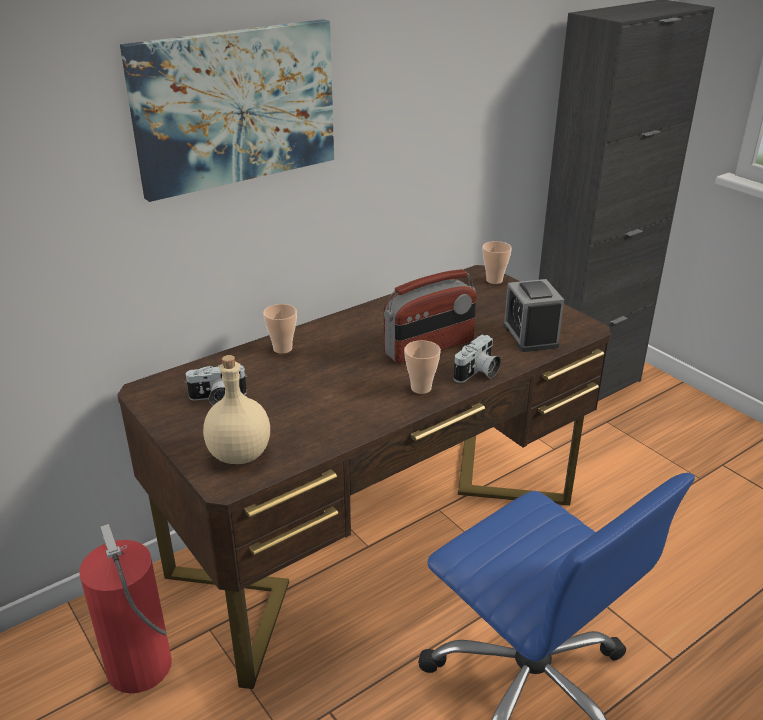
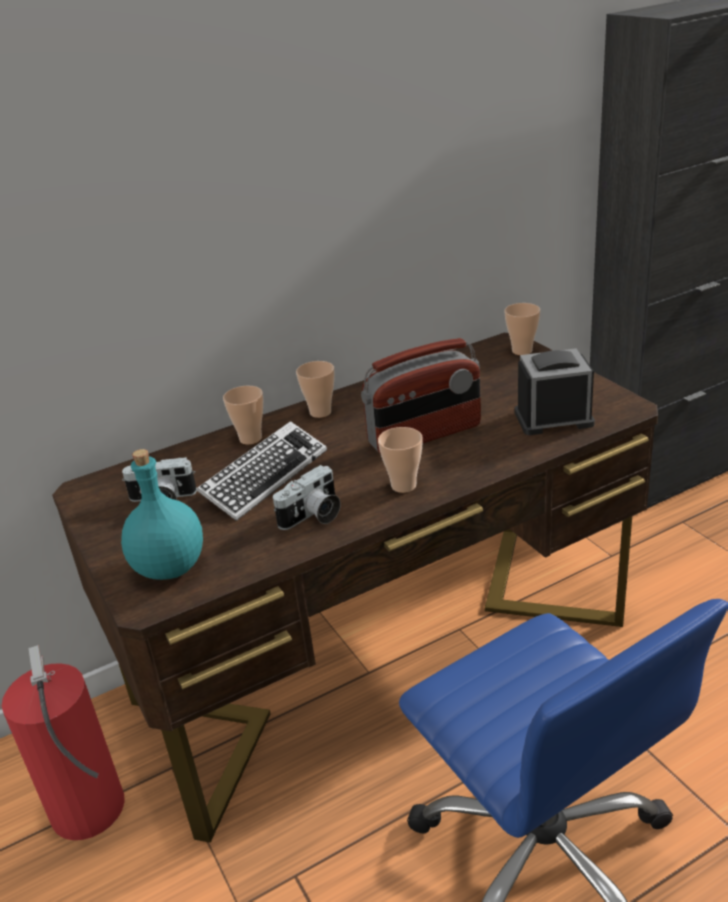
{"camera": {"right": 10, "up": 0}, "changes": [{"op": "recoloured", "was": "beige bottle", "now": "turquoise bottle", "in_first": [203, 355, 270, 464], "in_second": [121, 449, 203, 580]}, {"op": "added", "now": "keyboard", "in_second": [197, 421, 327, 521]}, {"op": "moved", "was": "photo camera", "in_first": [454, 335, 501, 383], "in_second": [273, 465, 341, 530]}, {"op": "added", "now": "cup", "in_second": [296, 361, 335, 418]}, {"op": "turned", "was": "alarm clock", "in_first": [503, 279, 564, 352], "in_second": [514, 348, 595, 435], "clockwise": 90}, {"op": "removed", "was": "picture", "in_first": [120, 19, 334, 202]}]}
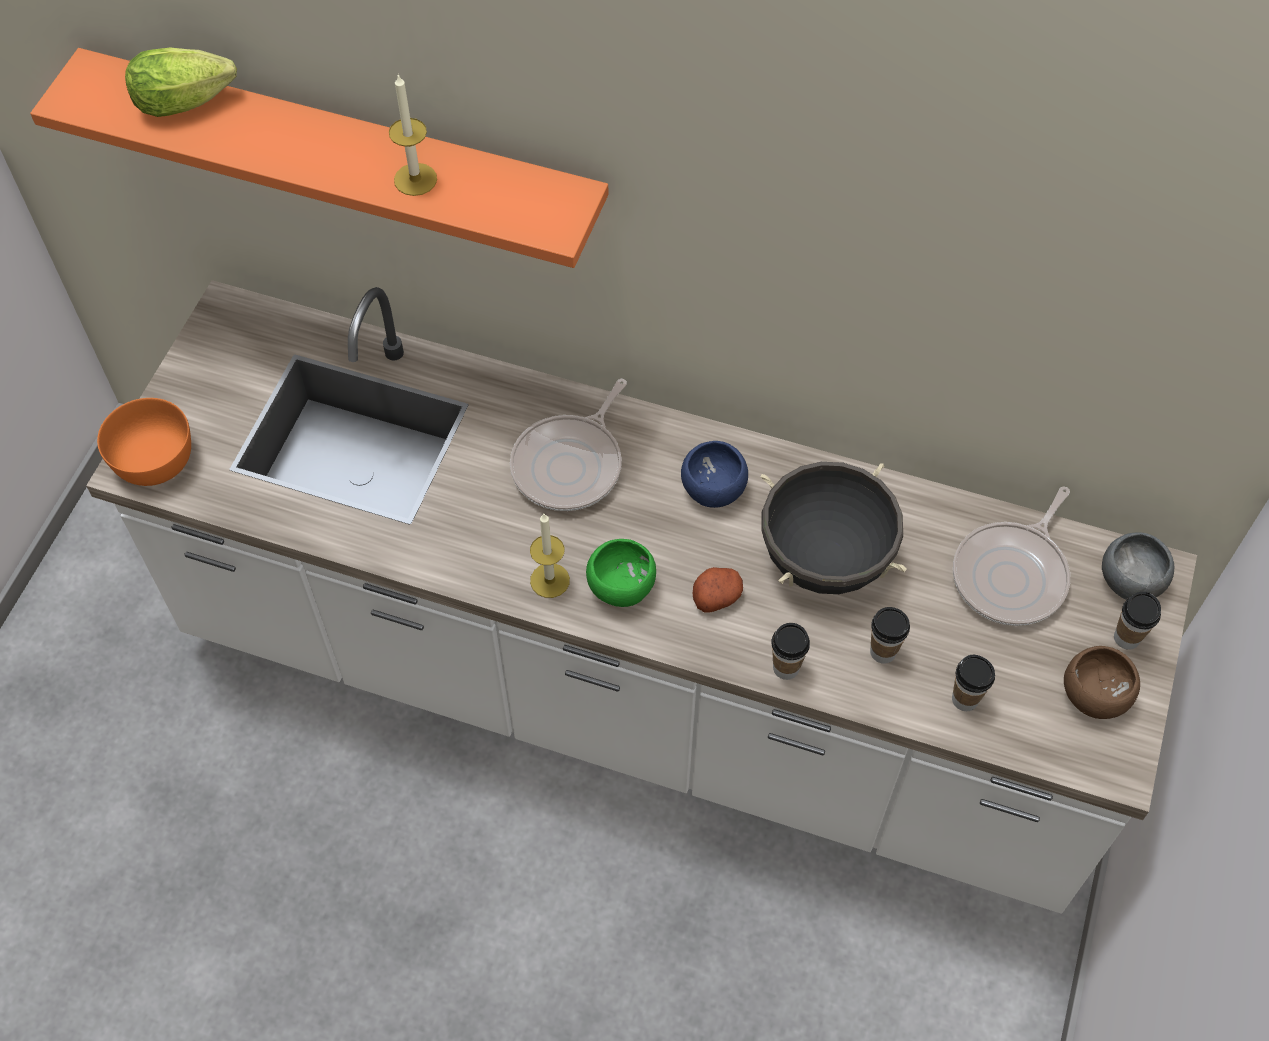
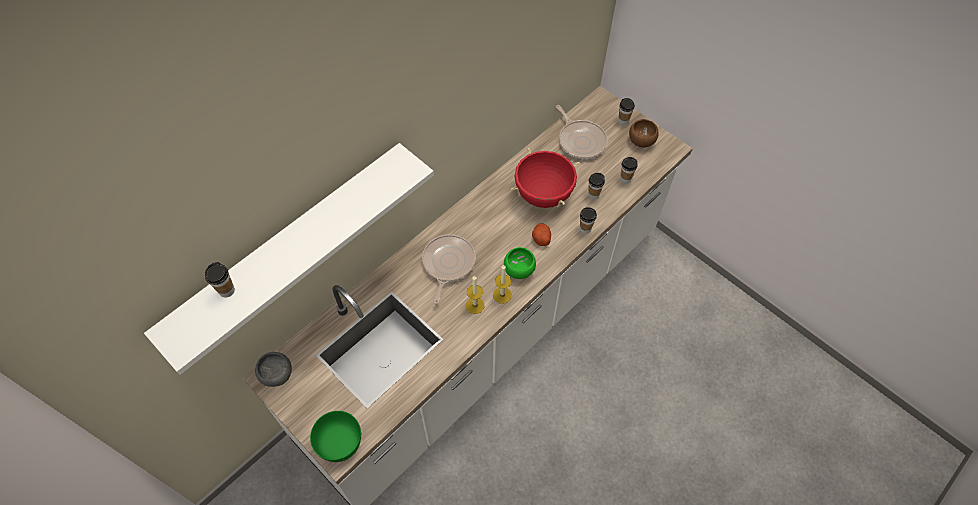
{"camera": {"right": -65, "up": 0}, "changes": [{"op": "recoloured", "was": "orange shelf", "now": "white shelf", "in_first": [30, 48, 608, 268], "in_second": [144, 143, 434, 375]}, {"op": "replaced", "was": "lettuce", "now": "cup", "in_first": [125, 47, 237, 117], "in_second": [205, 262, 235, 298]}, {"op": "moved", "was": "grey bowl", "in_first": [1102, 532, 1174, 600], "in_second": [255, 352, 292, 387]}, {"op": "recoloured", "was": "orange bowl", "now": "green bowl", "in_first": [97, 398, 191, 486], "in_second": [310, 411, 361, 462]}, {"op": "turned", "was": "frying pan", "in_first": [510, 379, 627, 511], "in_second": [422, 234, 476, 304], "clockwise": -135}, {"op": "moved", "was": "candle", "in_first": [389, 74, 437, 196], "in_second": [466, 275, 485, 314]}, {"op": "recoloured", "was": "black cooking pot", "now": "red cooking pot", "in_first": [760, 462, 907, 594], "in_second": [511, 148, 580, 208]}, {"op": "removed", "was": "blue bowl", "in_first": [681, 441, 748, 508]}]}
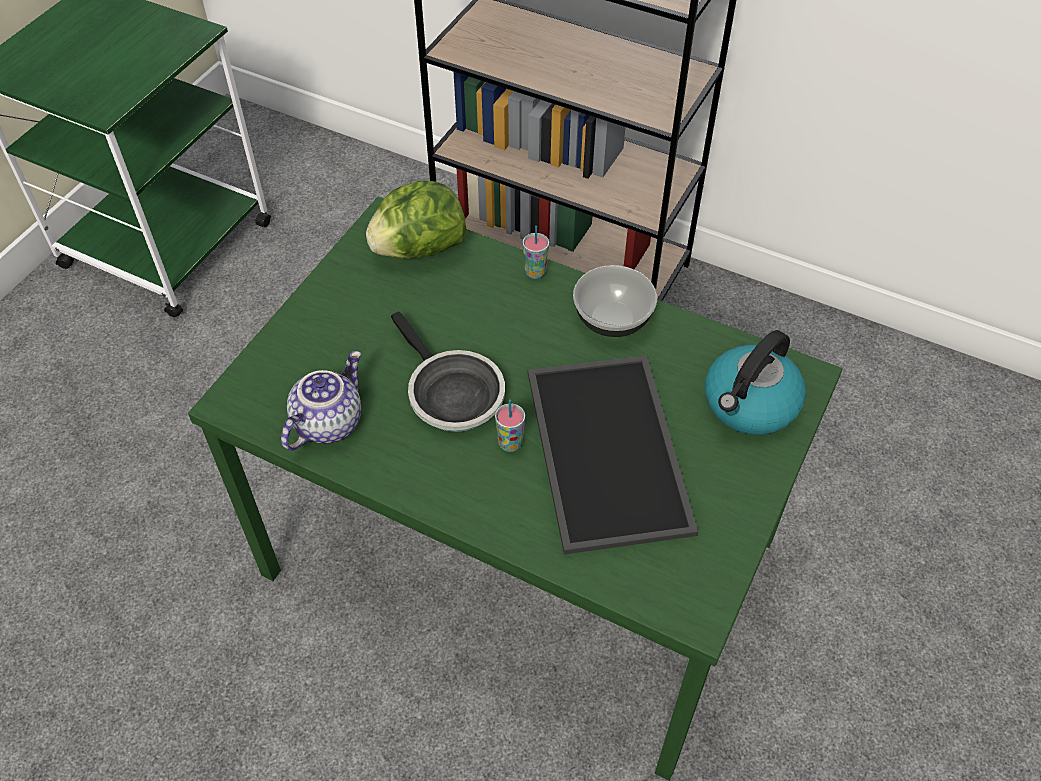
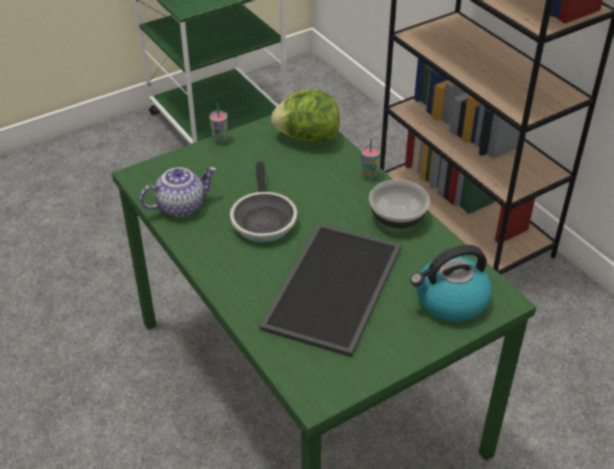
{"camera": {"right": 30, "up": -10}, "changes": [{"op": "moved", "was": "cup", "in_first": [495, 400, 525, 452], "in_second": [209, 103, 228, 143]}]}
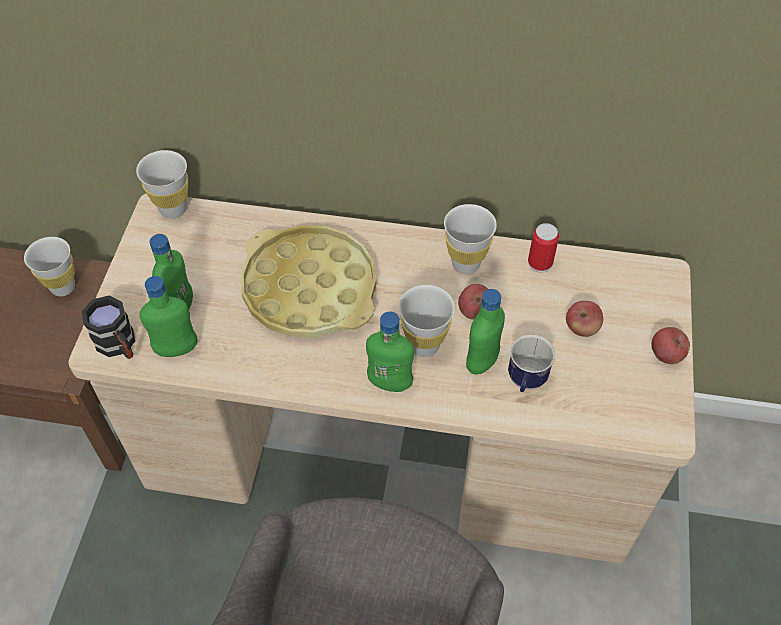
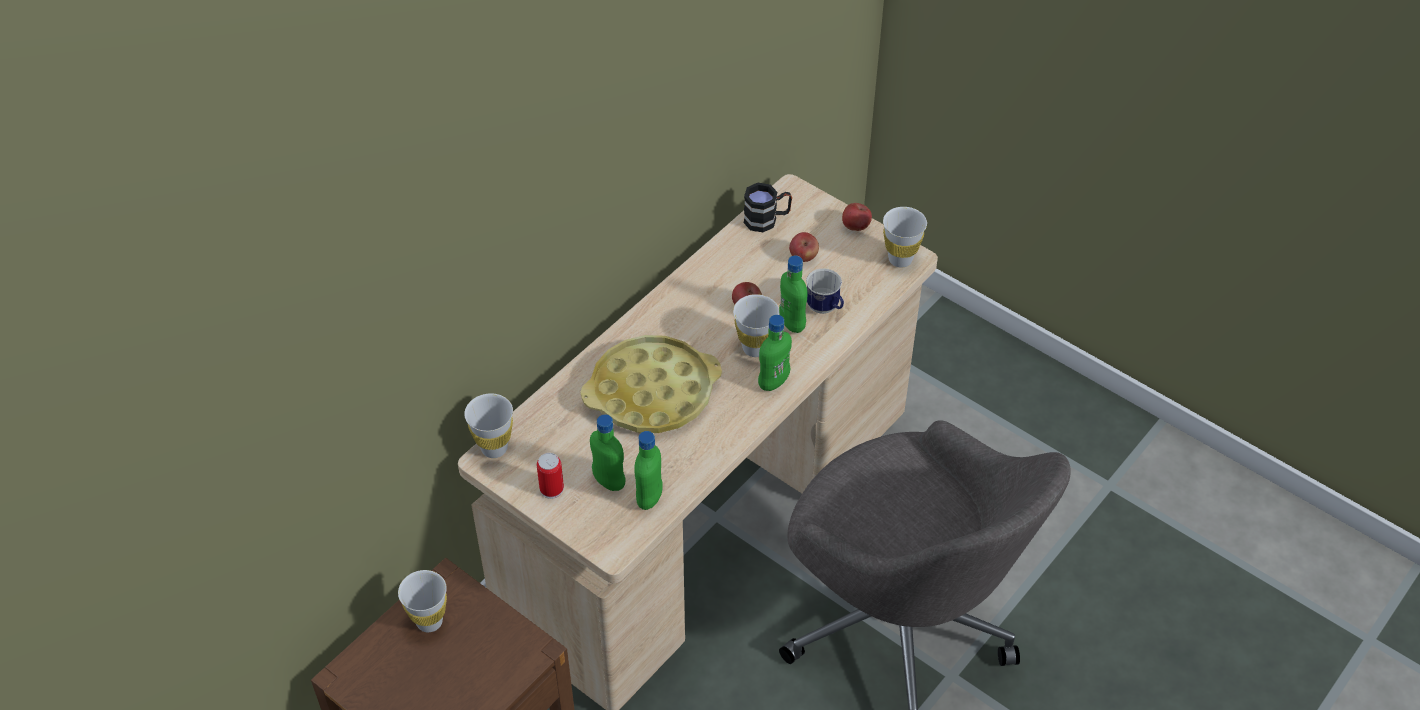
{"camera": {"right": -60, "up": -5}, "changes": [{"op": "moved", "was": "can", "in_first": [528, 223, 559, 273], "in_second": [537, 453, 564, 499]}, {"op": "moved", "was": "black mug", "in_first": [82, 296, 135, 359], "in_second": [744, 183, 792, 232]}, {"op": "moved", "was": "white cup", "in_first": [444, 204, 497, 274], "in_second": [883, 207, 927, 268]}]}
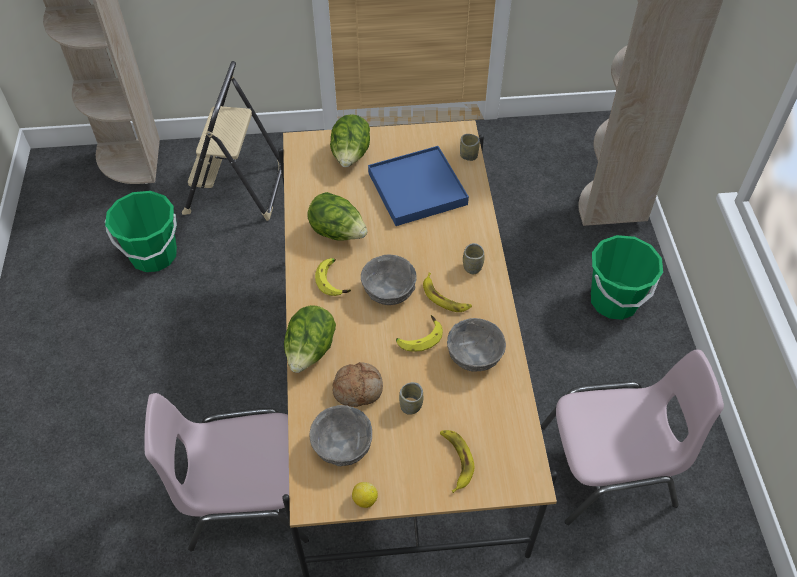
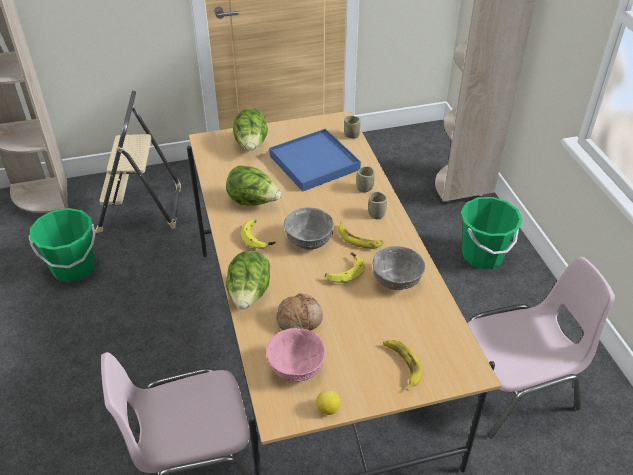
{"camera": {"right": -10, "up": -10}, "changes": [{"op": "recoloured", "was": "grey bowl", "now": "pink bowl", "in_first": [309, 405, 372, 466], "in_second": [266, 328, 326, 382]}, {"op": "moved", "was": "cup", "in_first": [399, 382, 423, 415], "in_second": [356, 166, 375, 193]}]}
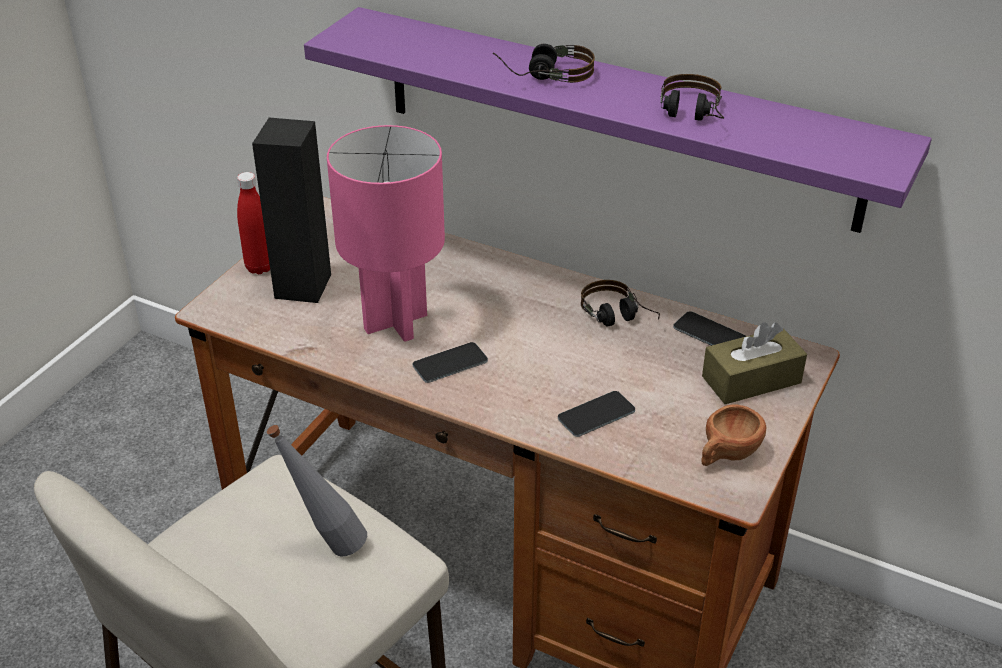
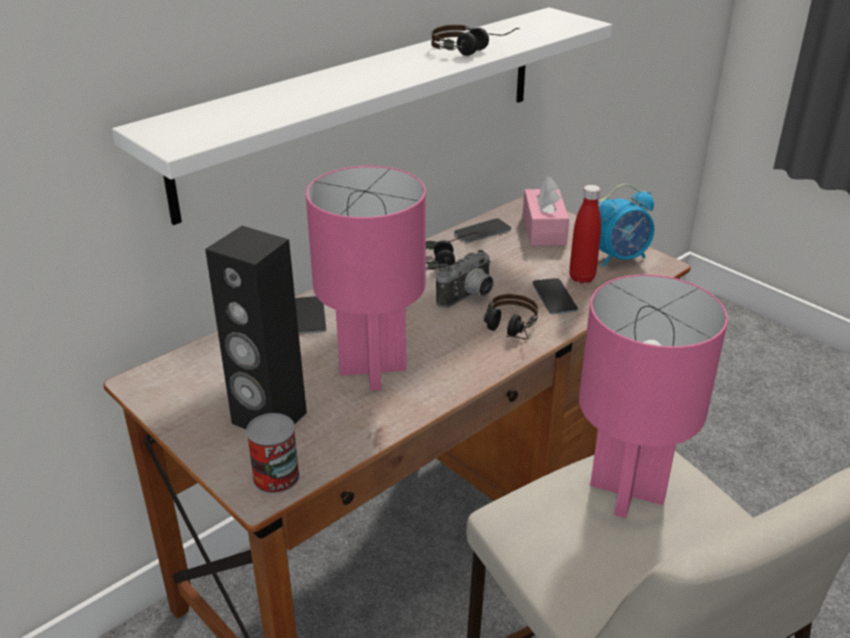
{"camera": {"right": -70, "up": -5}, "changes": [{"op": "recoloured", "was": "purple shelf", "now": "white shelf", "in_first": [304, 7, 932, 233], "in_second": [112, 7, 612, 225]}, {"op": "added", "now": "can", "in_second": [246, 413, 300, 494]}, {"op": "moved", "was": "phone", "in_first": [413, 342, 488, 383], "in_second": [295, 296, 326, 334]}, {"op": "added", "now": "photo camera", "in_second": [436, 250, 494, 308]}, {"op": "moved", "was": "headphones", "in_first": [493, 44, 595, 83], "in_second": [483, 294, 538, 339]}, {"op": "recoloured", "was": "brown tissue box", "now": "pink tissue box", "in_first": [702, 322, 807, 404], "in_second": [523, 176, 569, 246]}, {"op": "moved", "was": "red bottle", "in_first": [237, 172, 270, 274], "in_second": [569, 185, 601, 283]}, {"op": "replaced", "was": "grey bottle", "now": "pink table lamp", "in_first": [267, 425, 367, 557], "in_second": [579, 274, 728, 518]}, {"op": "replaced", "was": "brown cup", "now": "alarm clock", "in_first": [701, 405, 767, 466], "in_second": [598, 184, 654, 267]}]}
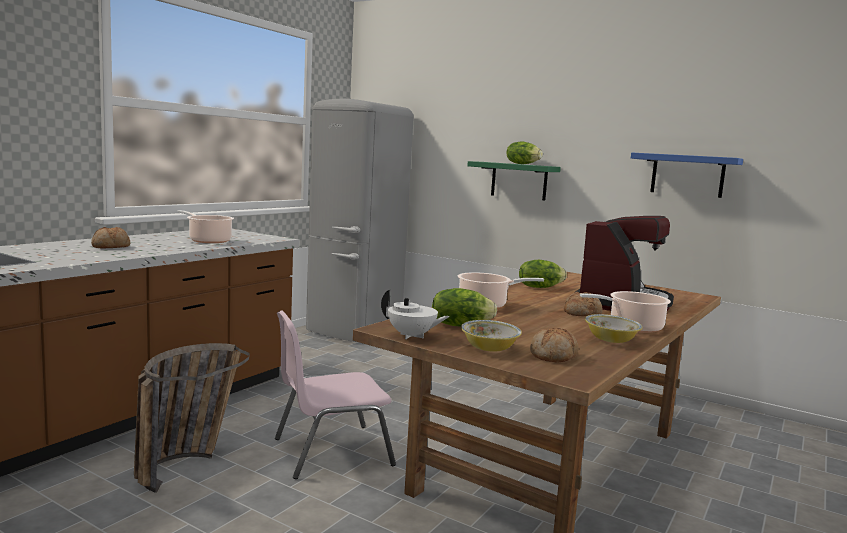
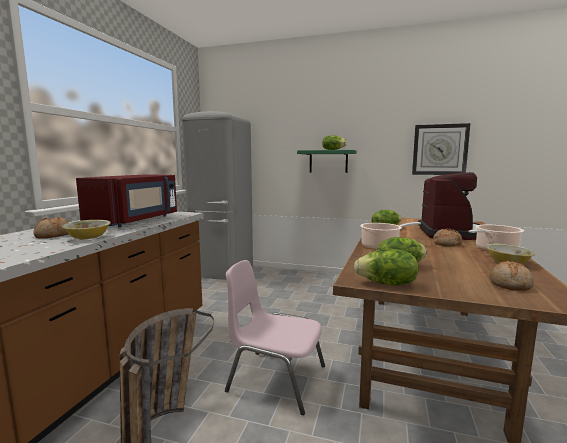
{"camera": {"right": -15, "up": 0}, "changes": [{"op": "moved", "was": "bowl", "in_first": [461, 320, 522, 352], "in_second": [62, 220, 111, 239]}, {"op": "replaced", "was": "cooking pot", "now": "red microwave", "in_first": [177, 210, 234, 243], "in_second": [76, 174, 177, 227]}, {"op": "turned", "was": "pink chair", "in_first": [275, 310, 396, 479], "in_second": [225, 260, 325, 415], "clockwise": 60}, {"op": "replaced", "was": "white teapot", "now": "lettuce", "in_first": [381, 289, 450, 339], "in_second": [354, 249, 418, 285]}, {"op": "replaced", "was": "blue shelf", "now": "wall clock", "in_first": [631, 153, 743, 198], "in_second": [412, 123, 470, 175]}]}
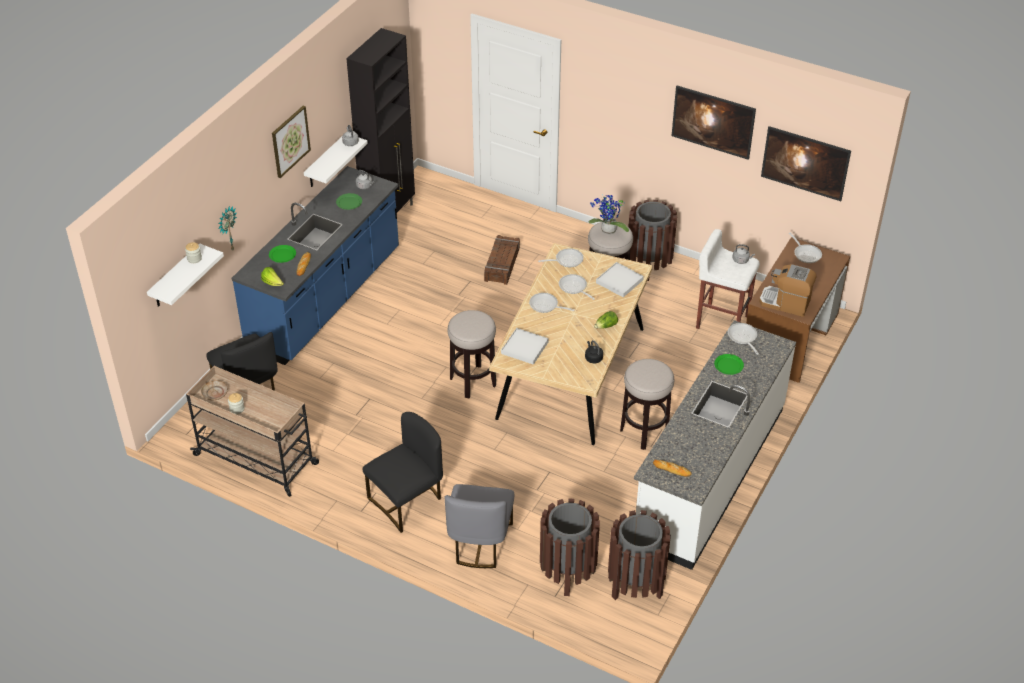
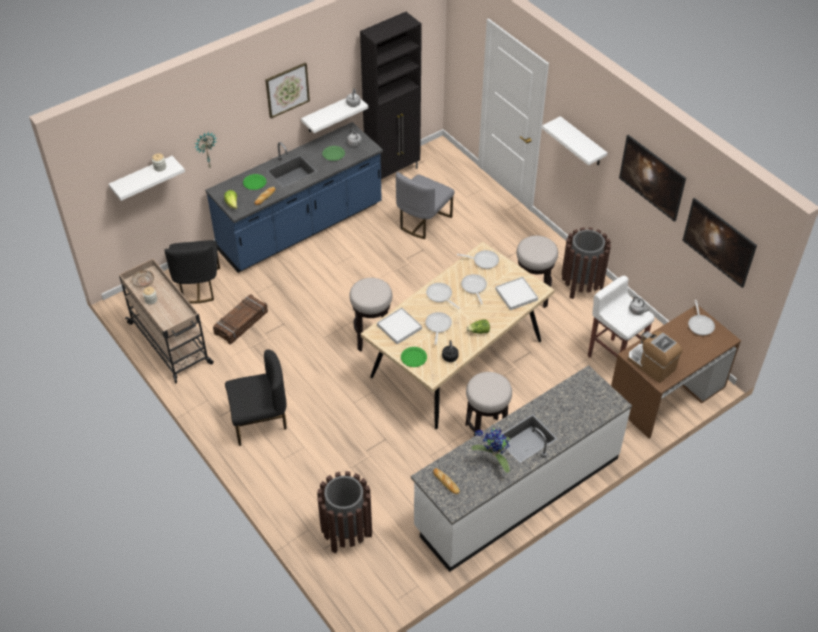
{"camera": {"right": 25, "up": 5}, "changes": [{"op": "moved", "was": "crate", "in_first": [484, 235, 520, 285], "in_second": [213, 294, 268, 345]}, {"op": "moved", "was": "grey chair", "in_first": [445, 484, 514, 568], "in_second": [396, 172, 454, 239]}, {"op": "moved", "was": "green plate", "in_first": [714, 354, 744, 375], "in_second": [401, 347, 427, 367]}, {"op": "moved", "was": "frying pan", "in_first": [728, 323, 759, 355], "in_second": [425, 312, 452, 345]}, {"op": "moved", "was": "potted plant", "in_first": [589, 194, 629, 234], "in_second": [471, 425, 510, 473]}, {"op": "added", "now": "white shelf", "in_second": [542, 116, 607, 166]}, {"op": "removed", "was": "brown trash can", "in_first": [608, 510, 671, 600]}]}
